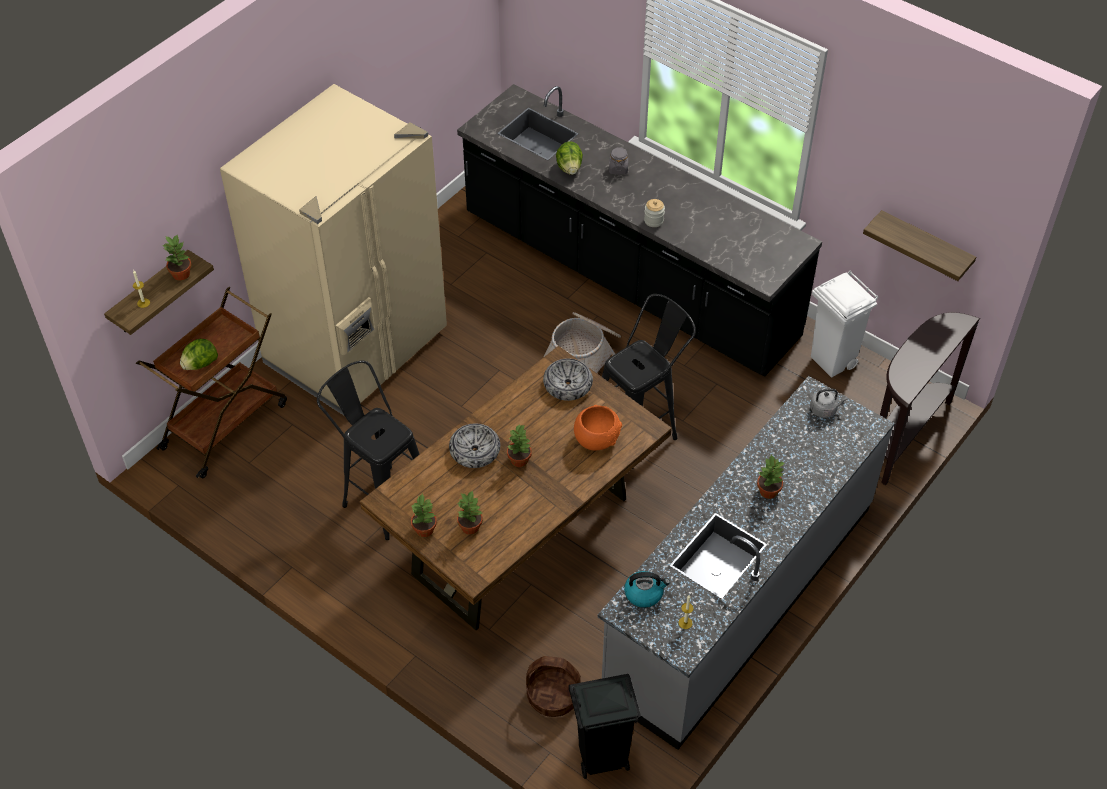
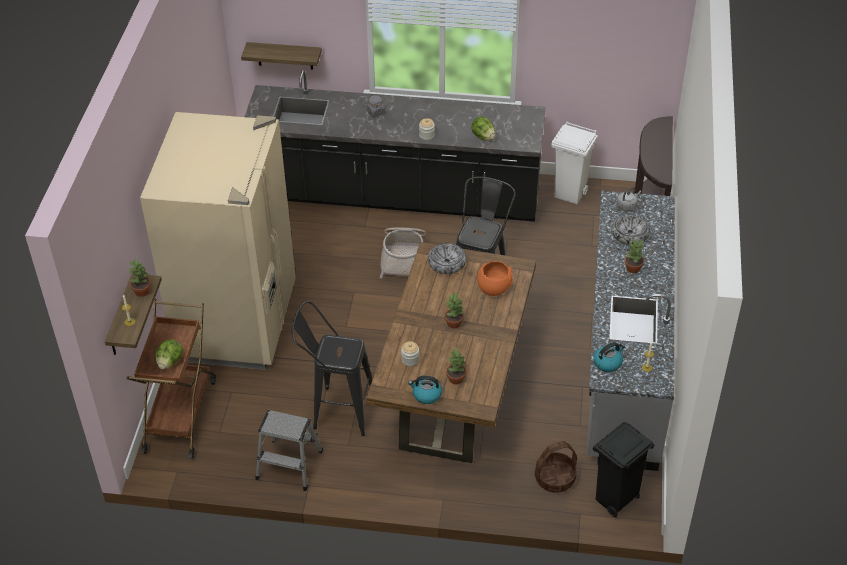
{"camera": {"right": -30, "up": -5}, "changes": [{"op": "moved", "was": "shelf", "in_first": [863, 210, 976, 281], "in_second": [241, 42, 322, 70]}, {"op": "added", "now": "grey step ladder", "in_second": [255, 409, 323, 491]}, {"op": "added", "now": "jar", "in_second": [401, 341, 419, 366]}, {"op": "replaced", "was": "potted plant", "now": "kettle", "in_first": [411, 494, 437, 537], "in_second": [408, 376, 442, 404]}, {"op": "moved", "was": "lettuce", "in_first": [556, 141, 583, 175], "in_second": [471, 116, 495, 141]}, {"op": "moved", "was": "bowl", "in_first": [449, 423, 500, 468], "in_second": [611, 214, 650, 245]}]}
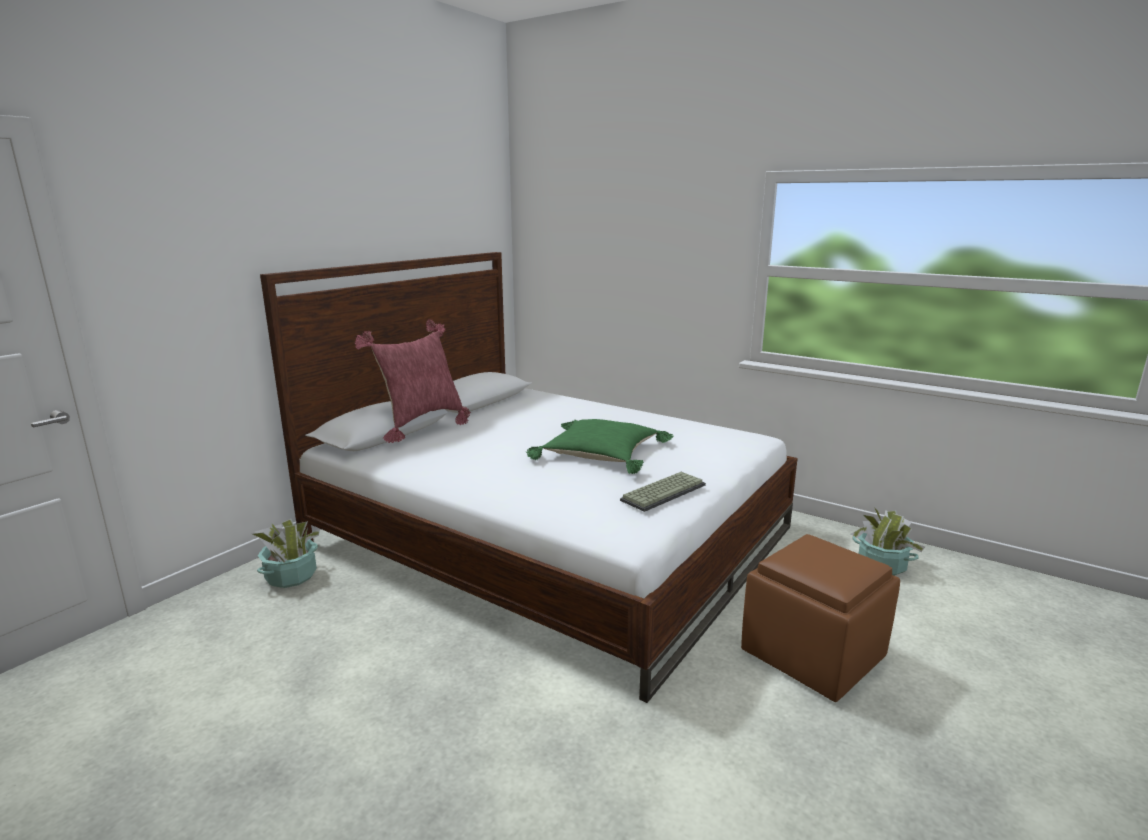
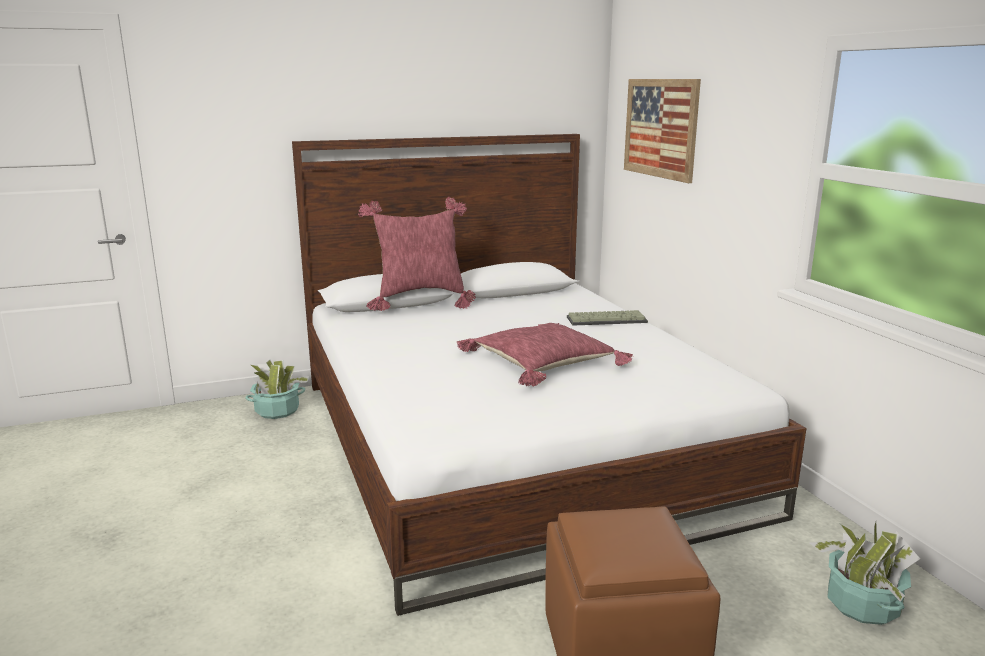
{"camera": {"right": 35, "up": 0}, "changes": [{"op": "recoloured", "was": "green pillow", "now": "red pillow", "in_first": [526, 419, 673, 474], "in_second": [456, 323, 633, 386]}, {"op": "moved", "was": "keyboard", "in_first": [620, 472, 706, 512], "in_second": [567, 310, 648, 326]}, {"op": "added", "now": "picture", "in_second": [624, 79, 701, 183]}]}
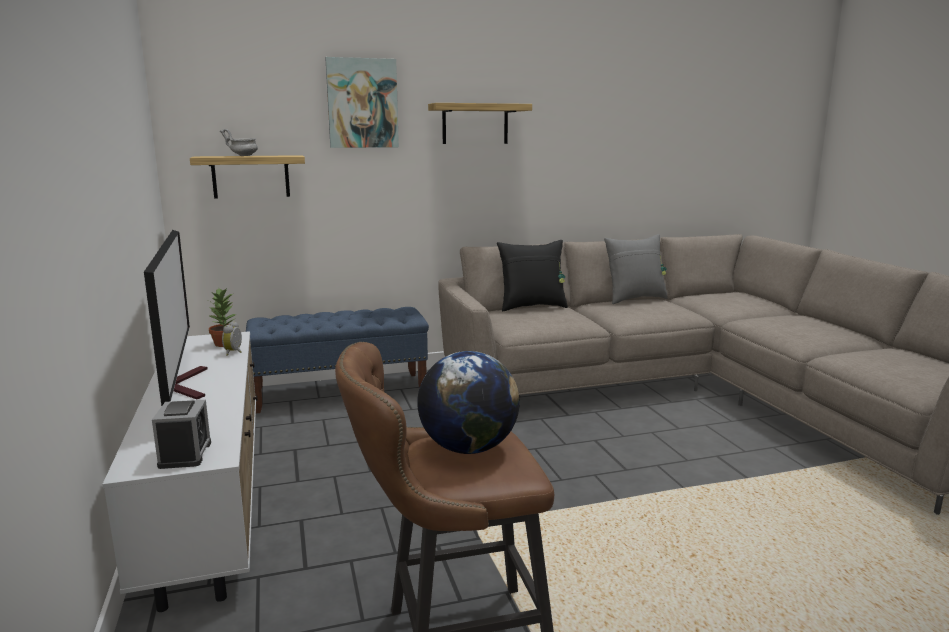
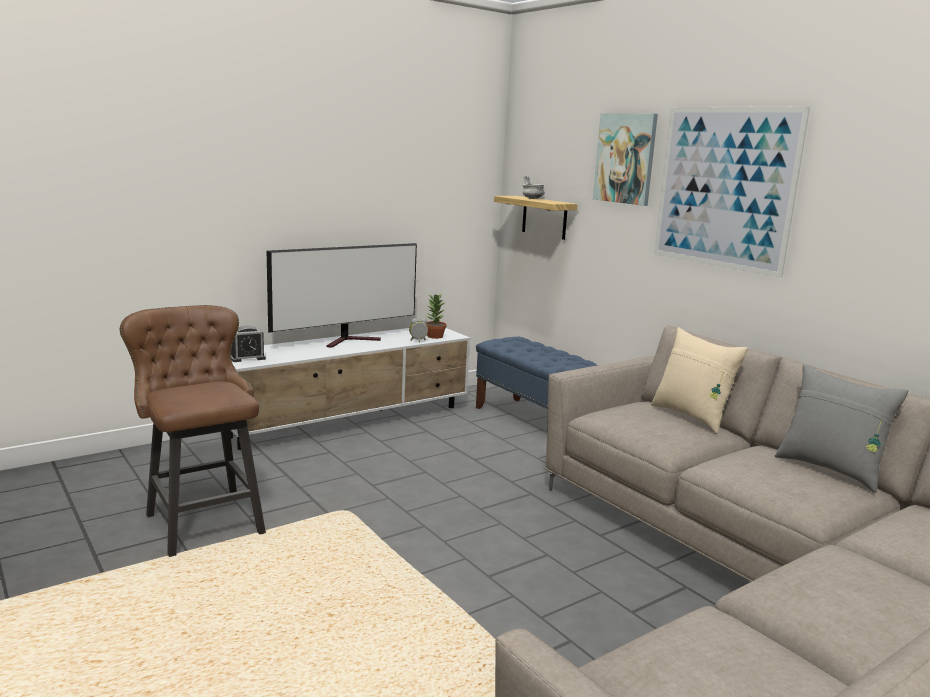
{"camera": {"right": 70, "up": 0}, "changes": [{"op": "recoloured", "was": "black pillow", "now": "beige pillow", "in_first": [497, 240, 568, 311], "in_second": [651, 327, 748, 434]}, {"op": "replaced", "was": "shelf", "now": "picture", "in_first": [428, 103, 532, 144], "in_second": [654, 106, 810, 278]}, {"op": "removed", "was": "globe", "in_first": [417, 351, 520, 454]}]}
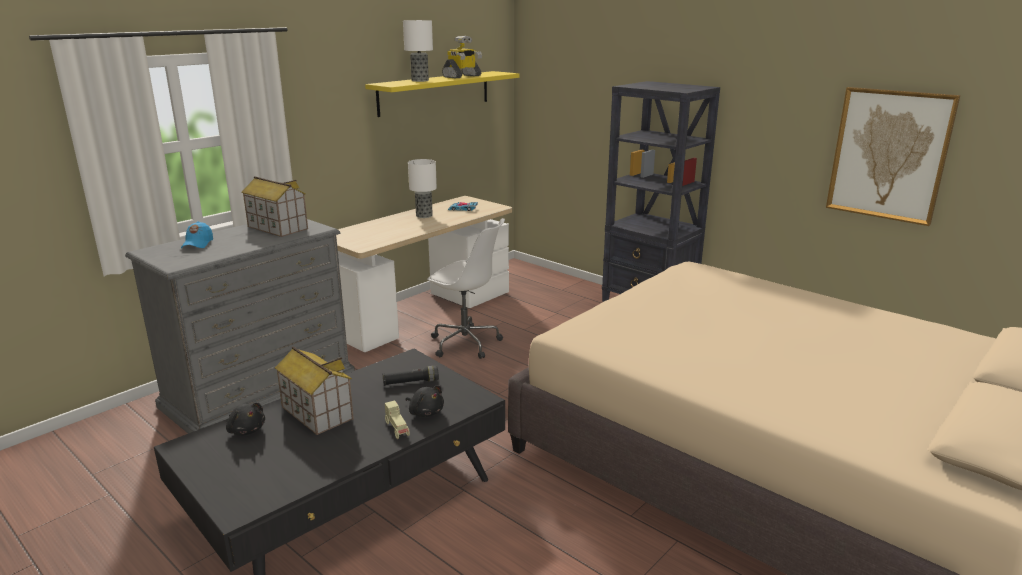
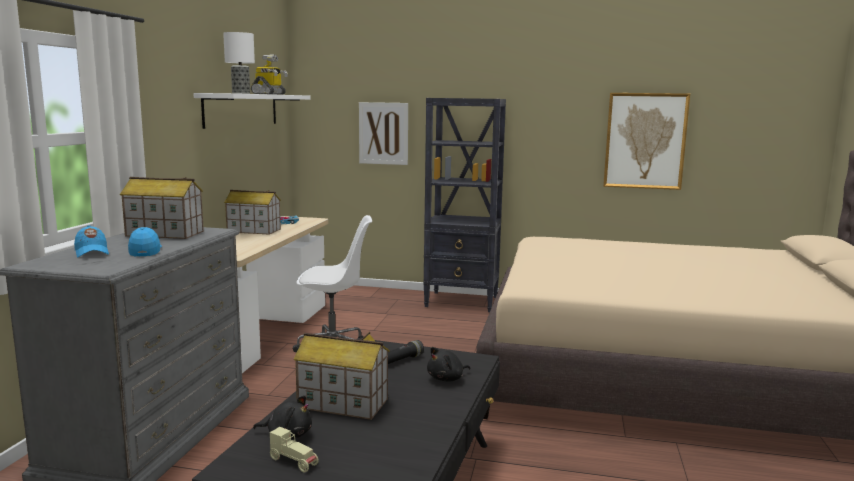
{"camera": {"right": -30, "up": -10}, "changes": [{"op": "added", "now": "blue cap", "in_second": [128, 227, 162, 257]}, {"op": "recoloured", "was": "yellow shelf", "now": "white shelf", "in_first": [365, 71, 519, 117], "in_second": [193, 93, 311, 129]}, {"op": "replaced", "was": "table lamp", "now": "toy house", "in_first": [408, 159, 437, 218], "in_second": [224, 190, 281, 235]}, {"op": "moved", "was": "beige toy car", "in_first": [385, 400, 410, 439], "in_second": [270, 427, 319, 473]}, {"op": "added", "now": "picture", "in_second": [359, 102, 408, 165]}, {"op": "turned", "was": "black plush toy", "in_first": [406, 385, 444, 417], "in_second": [427, 347, 470, 382], "clockwise": 135}]}
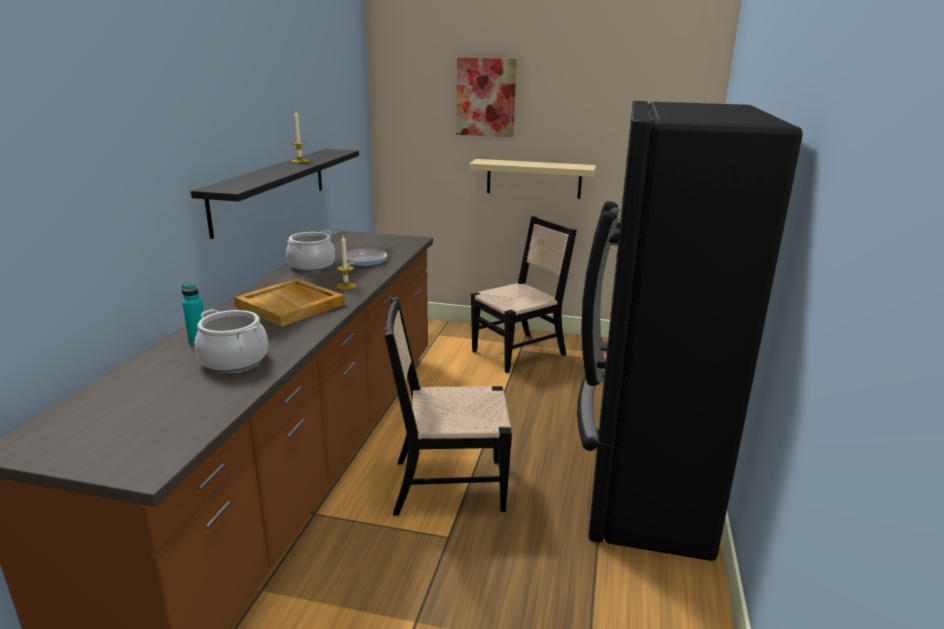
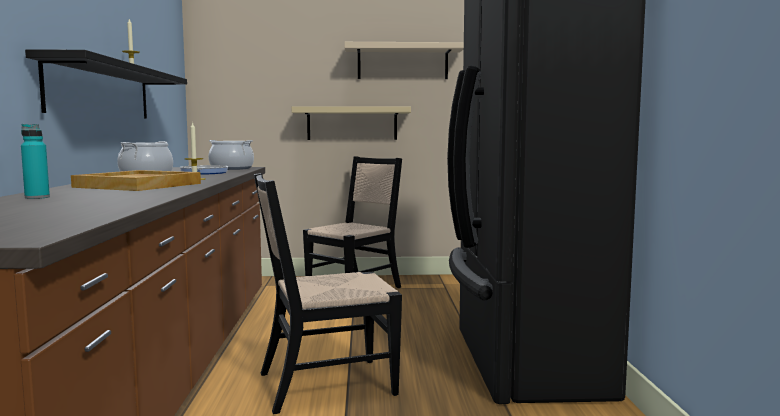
{"camera": {"right": -15, "up": -15}, "changes": [{"op": "moved", "was": "cooking pot", "in_first": [194, 309, 268, 372], "in_second": [208, 140, 254, 170]}, {"op": "added", "now": "beige shelf", "in_second": [344, 42, 464, 79]}, {"op": "removed", "was": "picture", "in_first": [457, 58, 517, 137]}]}
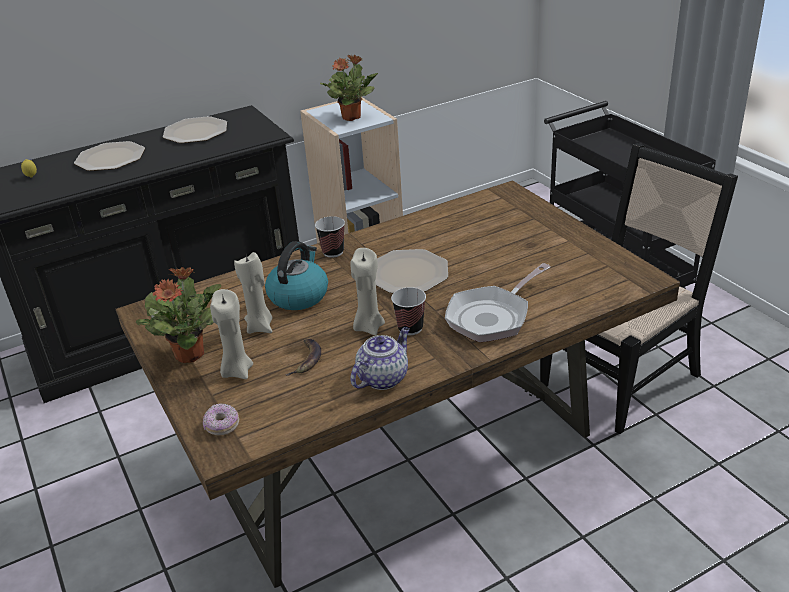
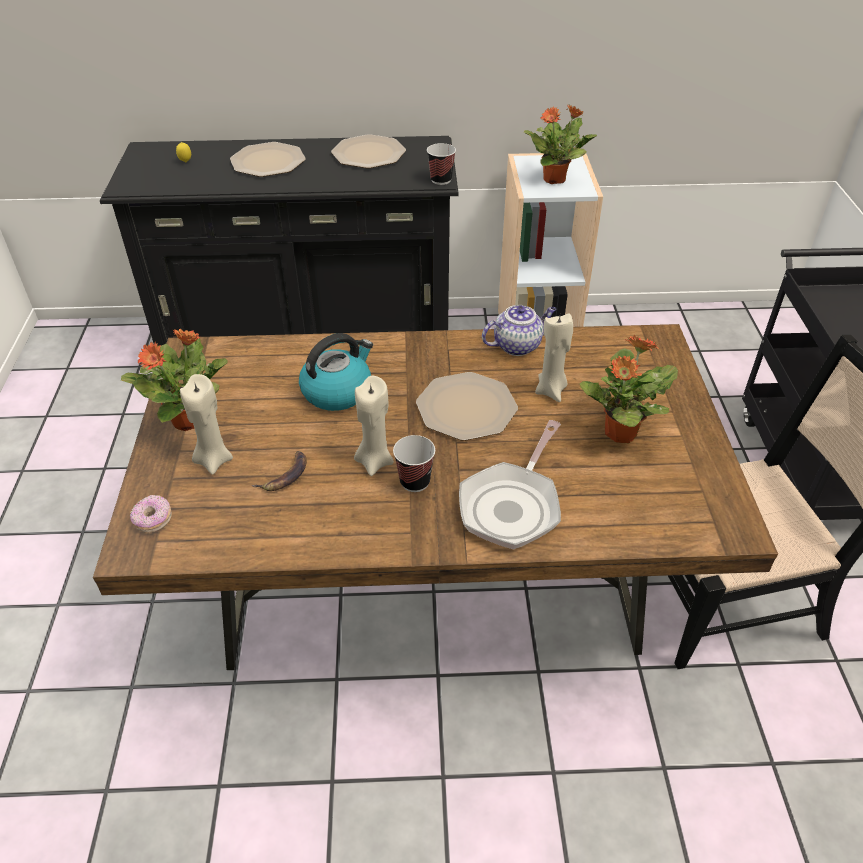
{"camera": {"right": 25, "up": 10}, "changes": [{"op": "moved", "was": "cup", "in_first": [315, 216, 345, 258], "in_second": [427, 143, 456, 185]}, {"op": "turned", "was": "frying pan", "in_first": [445, 263, 551, 342], "in_second": [459, 420, 561, 549], "clockwise": -45}, {"op": "moved", "was": "teapot", "in_first": [350, 327, 410, 390], "in_second": [482, 305, 556, 356]}, {"op": "moved", "was": "beige candle", "in_first": [234, 252, 273, 334], "in_second": [535, 313, 573, 402]}, {"op": "added", "now": "potted plant", "in_second": [580, 335, 678, 443]}]}
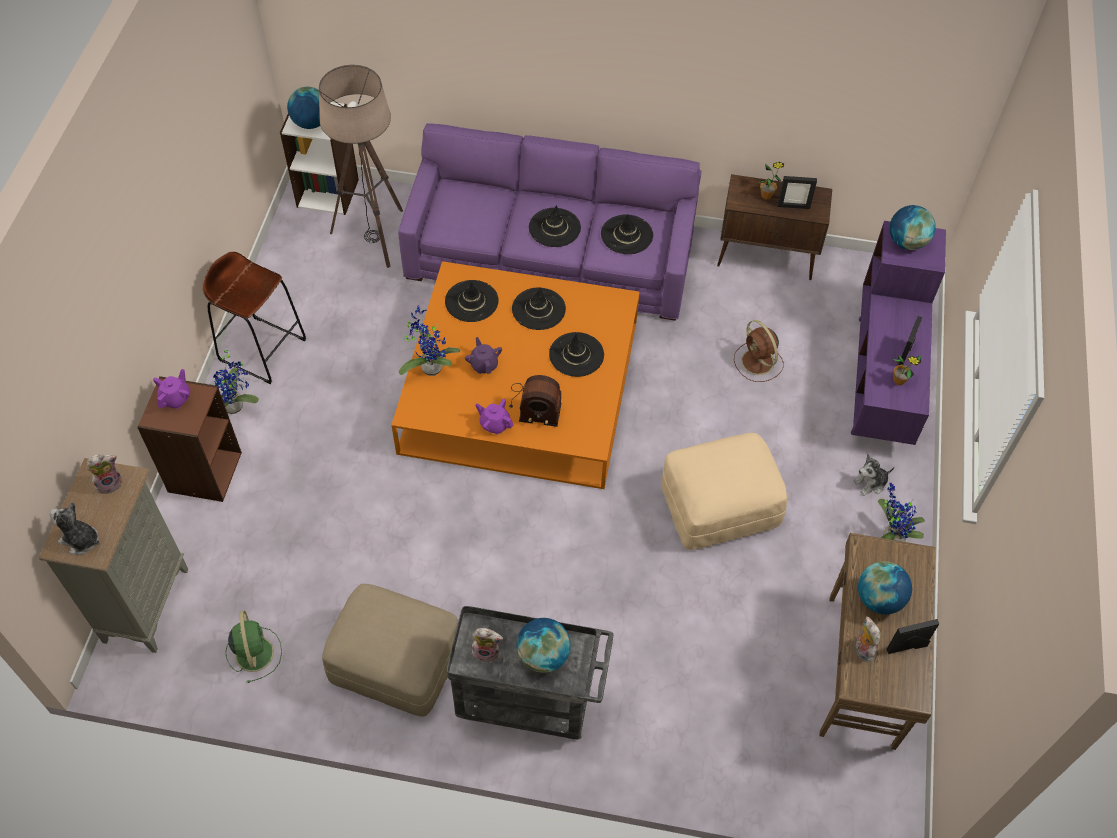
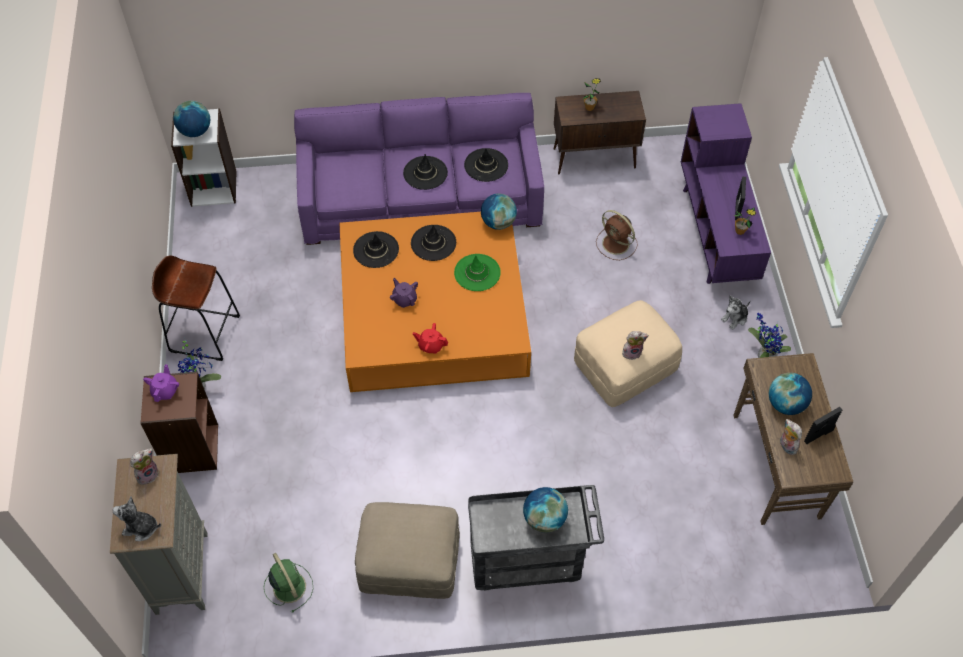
{"camera": {"right": -15, "up": 0}, "changes": [{"op": "recoloured", "was": "purple teapot", "now": "red teapot", "in_first": [475, 399, 514, 434], "in_second": [413, 323, 448, 354]}, {"op": "recoloured", "was": "black hat", "now": "green hat", "in_first": [549, 332, 604, 377], "in_second": [454, 254, 501, 291]}, {"op": "moved", "was": "globe", "in_first": [889, 205, 936, 250], "in_second": [481, 194, 517, 230]}, {"op": "moved", "was": "plush toy", "in_first": [472, 628, 503, 662], "in_second": [622, 331, 649, 360]}, {"op": "removed", "was": "floor lamp", "in_first": [319, 65, 403, 268]}, {"op": "removed", "was": "potted plant", "in_first": [399, 306, 460, 376]}, {"op": "removed", "was": "radio", "in_first": [509, 375, 561, 427]}, {"op": "removed", "was": "picture frame", "in_first": [778, 176, 817, 209]}]}
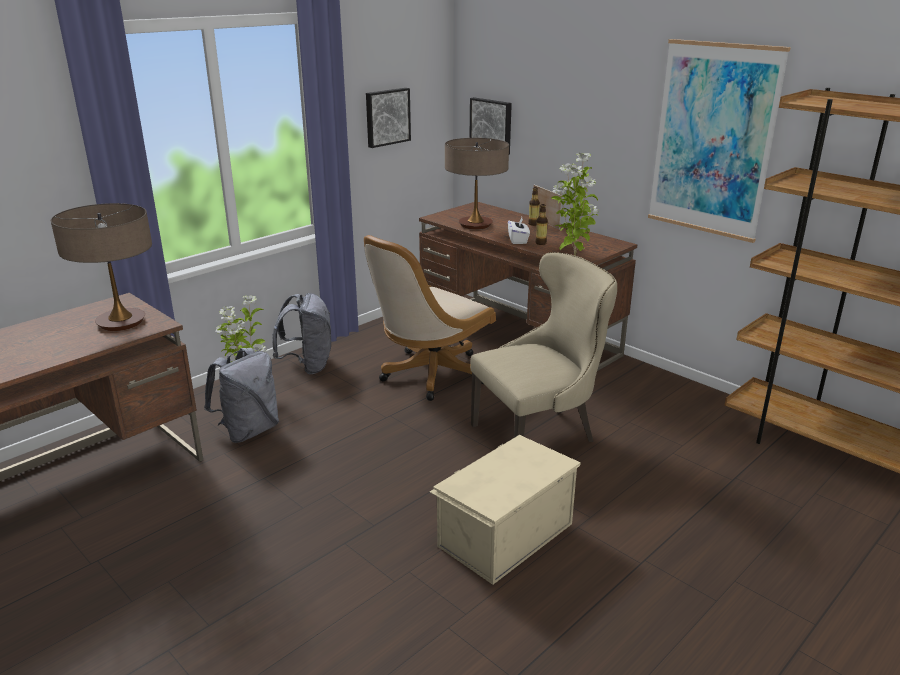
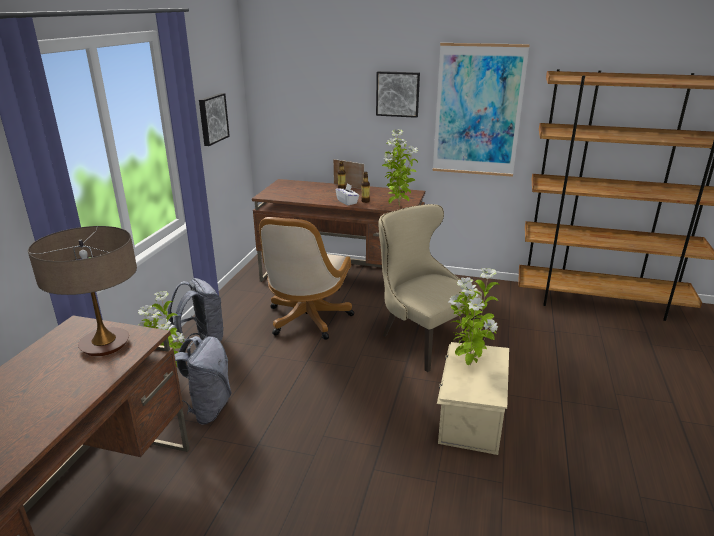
{"camera": {"right": -30, "up": 0}, "changes": [{"op": "moved", "was": "picture", "in_first": [470, 97, 512, 155], "in_second": [376, 71, 420, 118]}, {"op": "turned", "was": "beige chair", "in_first": [470, 252, 617, 442], "in_second": [378, 204, 482, 372], "clockwise": -75}, {"op": "added", "now": "potted plant", "in_second": [449, 268, 500, 365]}, {"op": "removed", "was": "table lamp", "in_first": [445, 138, 509, 230]}]}
